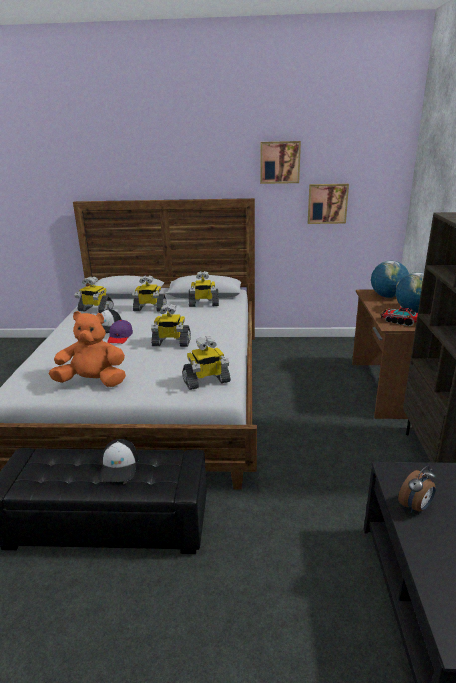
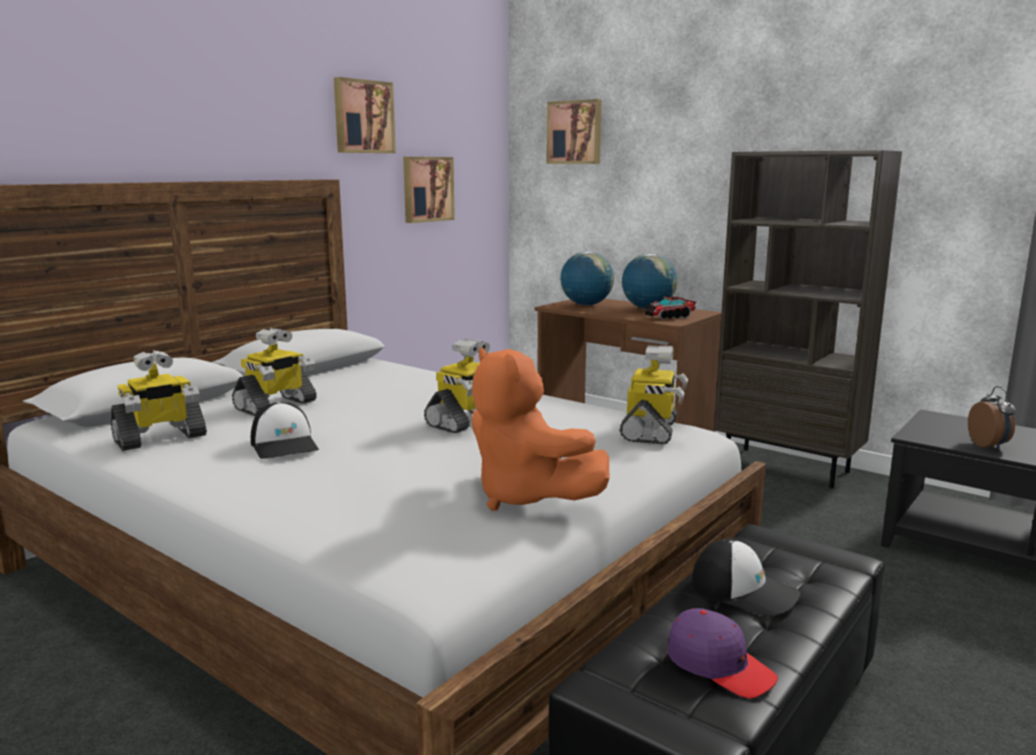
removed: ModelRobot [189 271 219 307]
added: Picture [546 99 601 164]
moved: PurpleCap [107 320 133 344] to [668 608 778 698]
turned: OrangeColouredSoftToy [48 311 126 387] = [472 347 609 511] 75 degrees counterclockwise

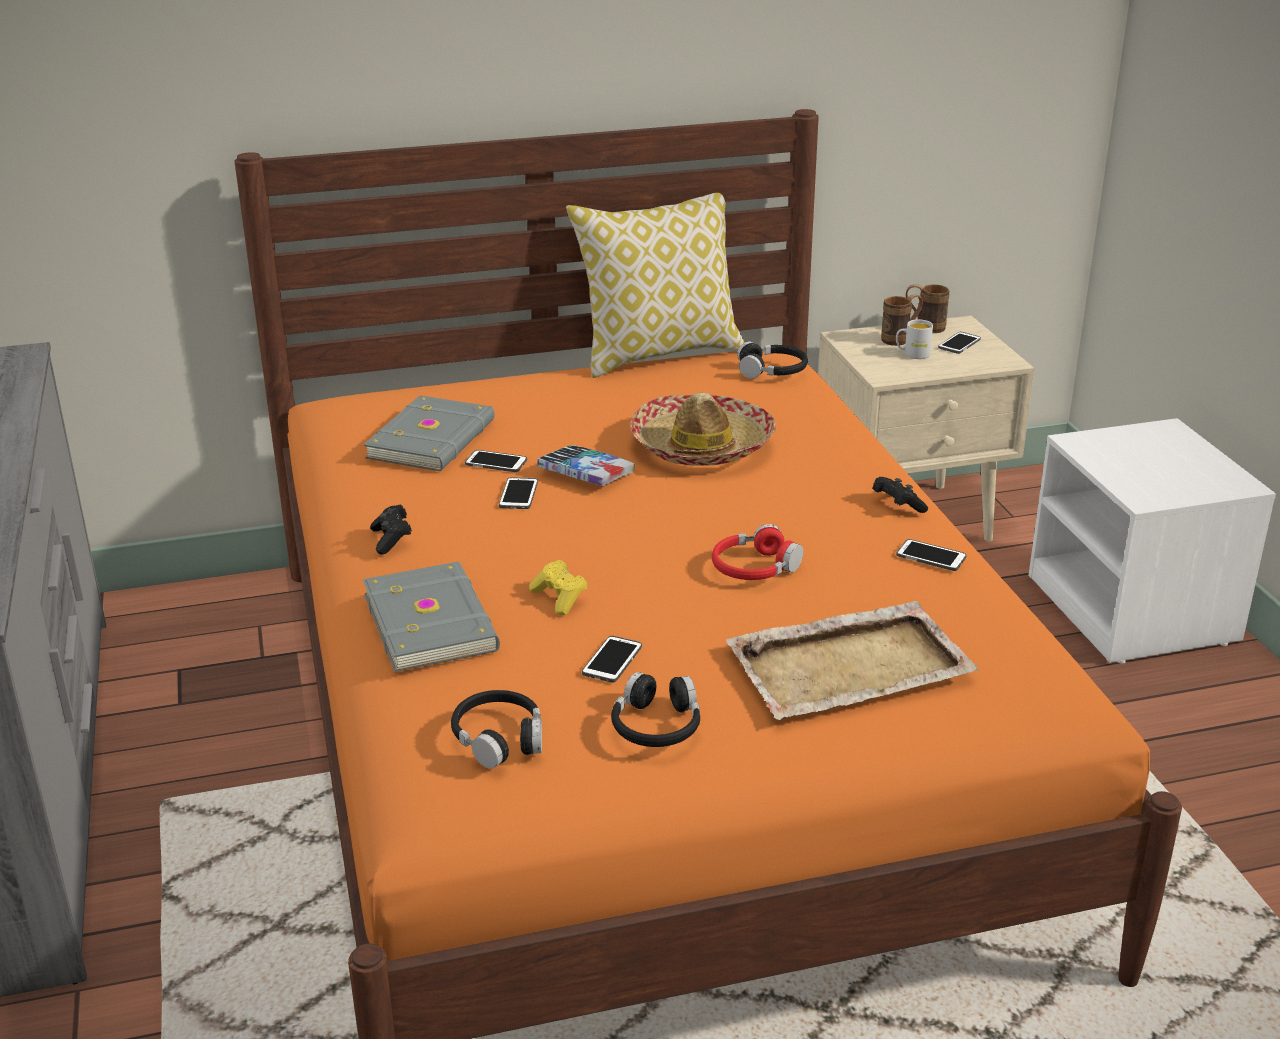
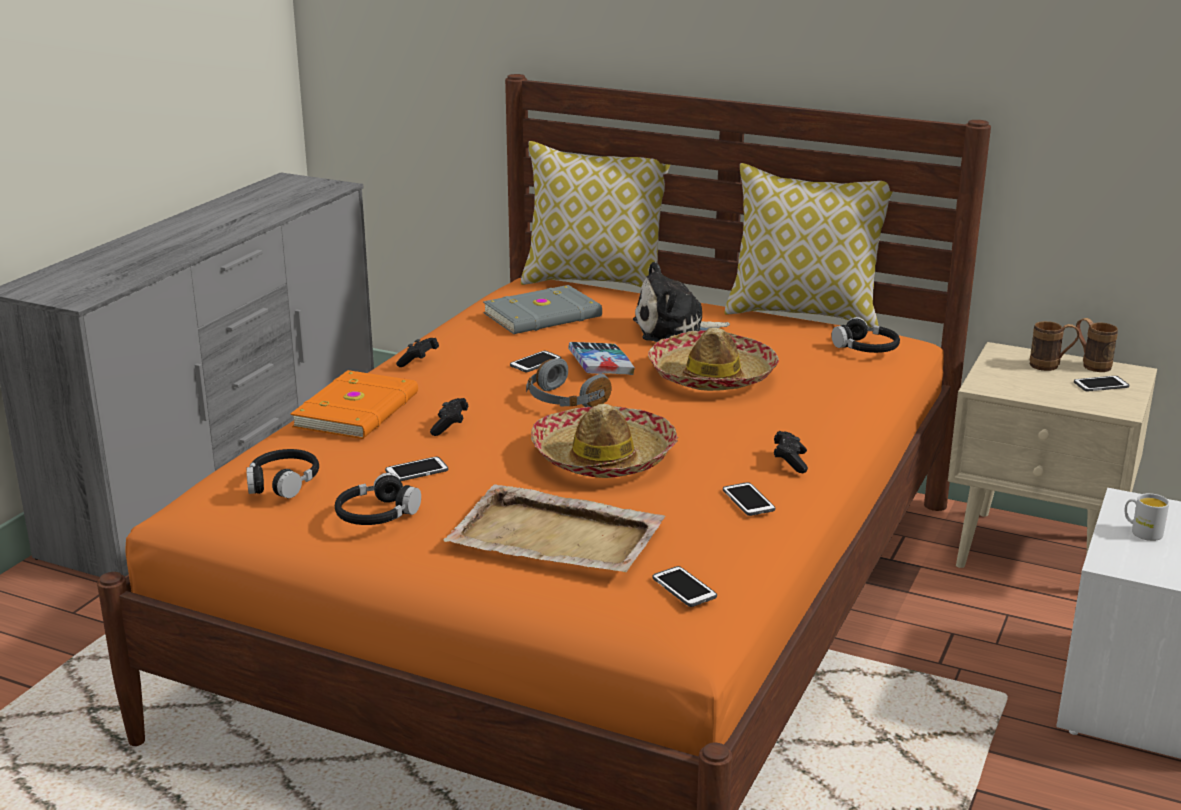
added: Pillow [521 141 670 287]; GreyishHeadphones [526 358 611 407]; SoftToy [633 261 730 342]
moved: Handset [465 450 527 472] to [652 566 717 607]; WhitishMug [896 319 933 359] to [1124 493 1169 541]
replaced: RedColouredHeadphones [712 524 803 580] to Hat [531 404 678 478]
recoloured: GreyishVolume [362 562 500 672] to OrangeColouredVolume [290 370 418 439]; YellowColouredGameController [529 560 588 616] to BlackishGameController [430 398 468 436]

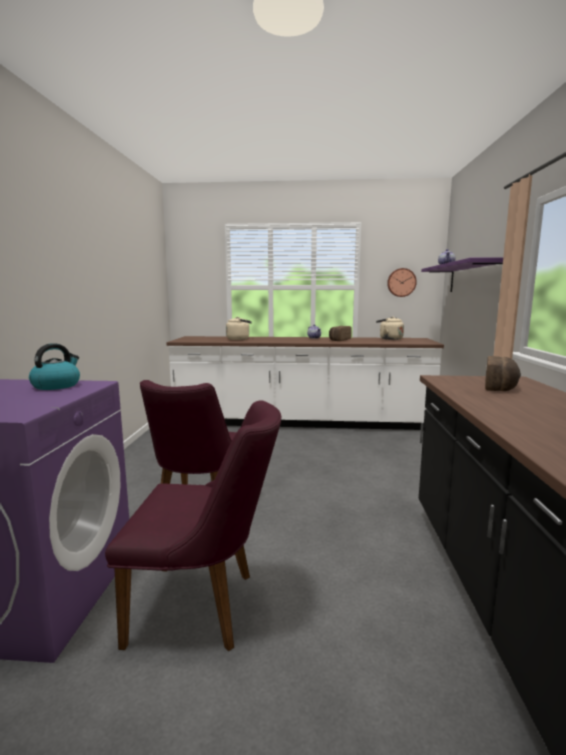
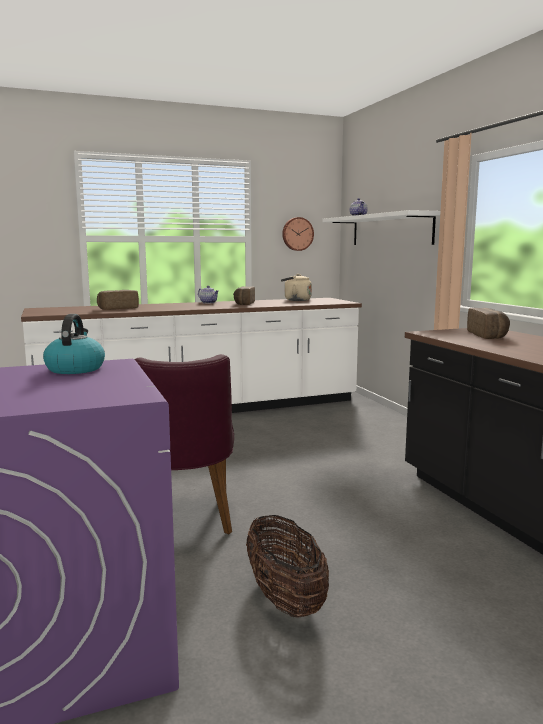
replaced: PurplePlainChair [105 400 281 651] to StorageBasket [246 515 329 618]; SandColouredKettle [226 317 252 340] to Bread [97 290 139 310]
recoloured: PurpleBracketShelf [421 257 503 292] to WhitishBracketShelf [322 210 440 245]

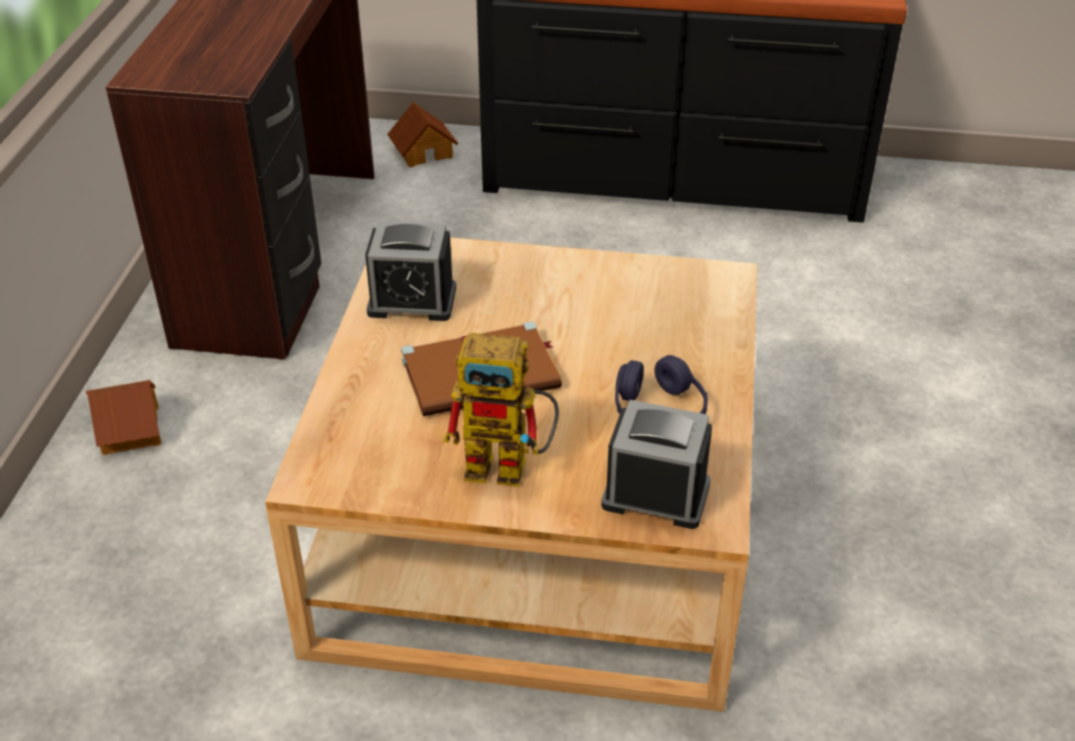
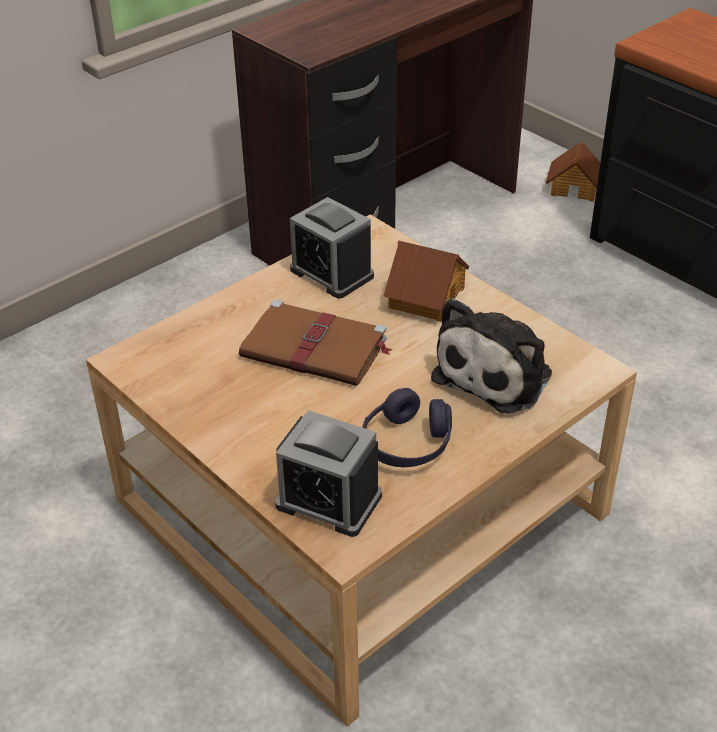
removed: ModelRobot [443 333 559 487]
added: SoftToy [431 298 552 414]
moved: ToyHouse [86 380 161 455] to [383 240 469 322]
turned: BedsideClock [601 400 712 529] = [275 410 382 537] 150 degrees clockwise

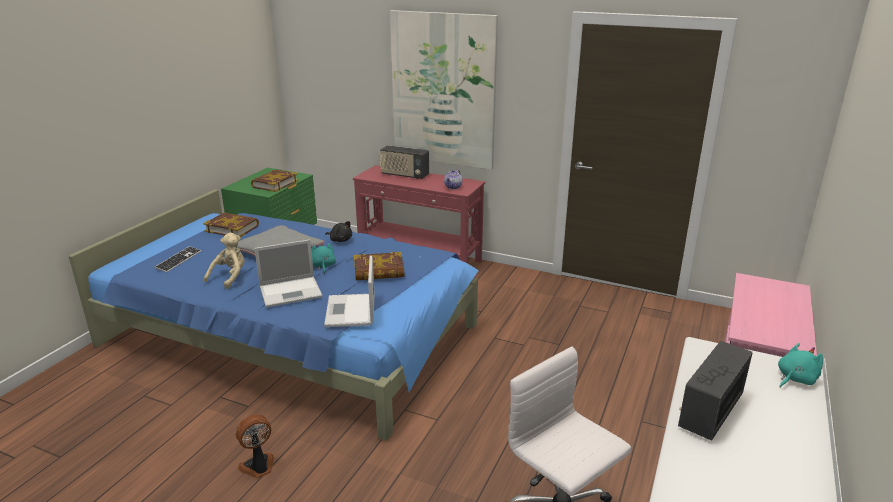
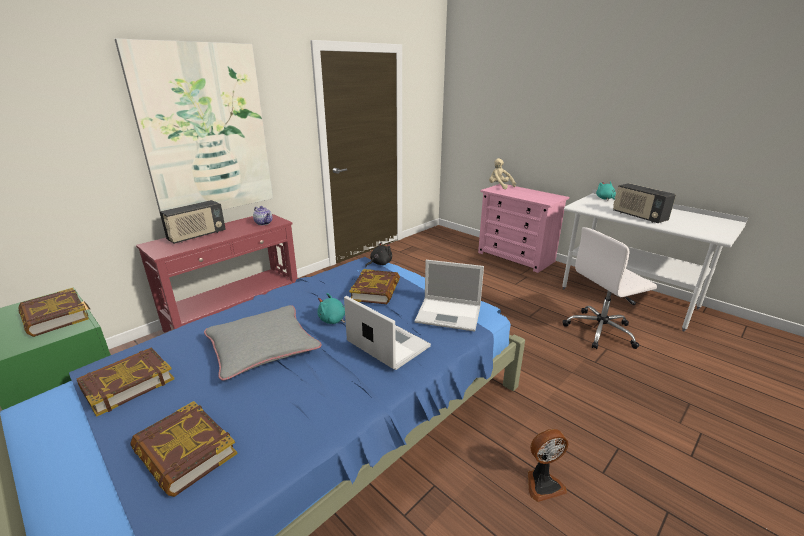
moved: SandColouredSoftToy [204 233 245 289] to [489 158 516 190]; BlackishSoftToy [325 221 352 242] to [365 242 392 267]
replaced: ComputerKeyboard [154 246 201 272] to Volume [130 401 238 497]
turned: ElectricFan [236 415 274 478] = [528 429 568 502] 90 degrees counterclockwise; PortableComputer [254 240 323 307] = [344 296 431 370] 45 degrees counterclockwise

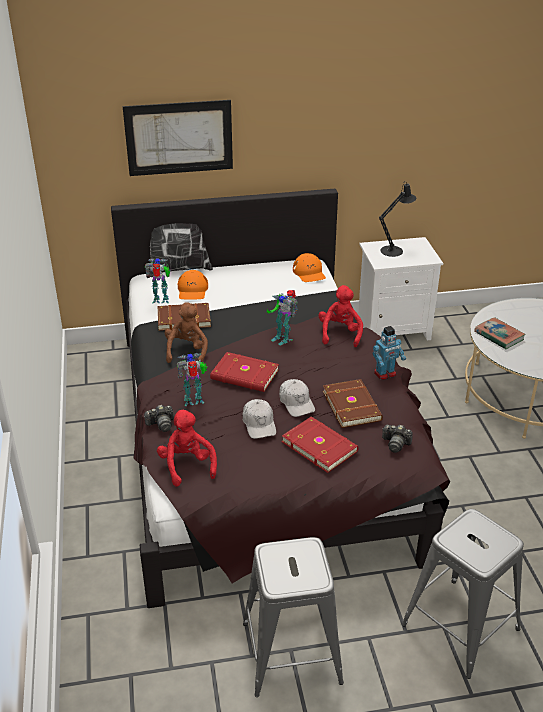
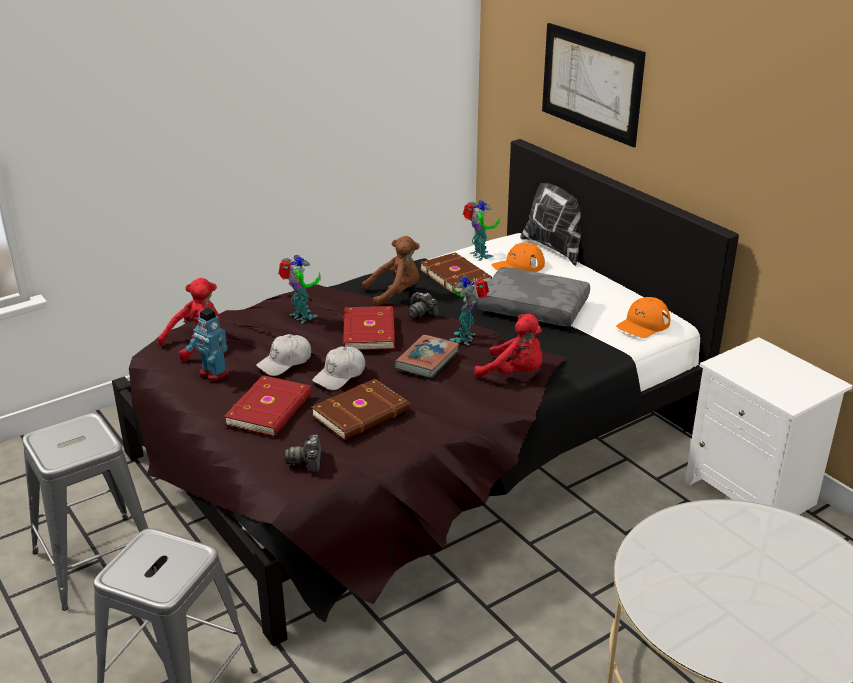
removed: BlackishTableLamp [379 181 416 257]
added: GreyishPillow [477 267 590 327]
moved: PhotoCamera [144 405 174 432] to [407 292 439 319]; ModelRobot [373 326 406 380] to [185 308 229 382]; Volume [474 317 526 350] to [394 335 460 378]
turned: RedColouredSoftToy [319 285 363 347] = [474 314 542 378] 45 degrees clockwise

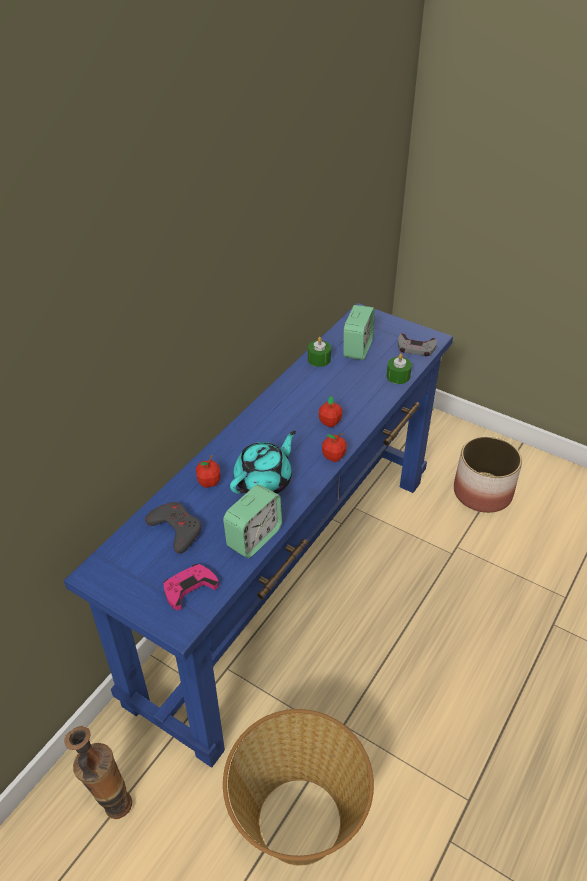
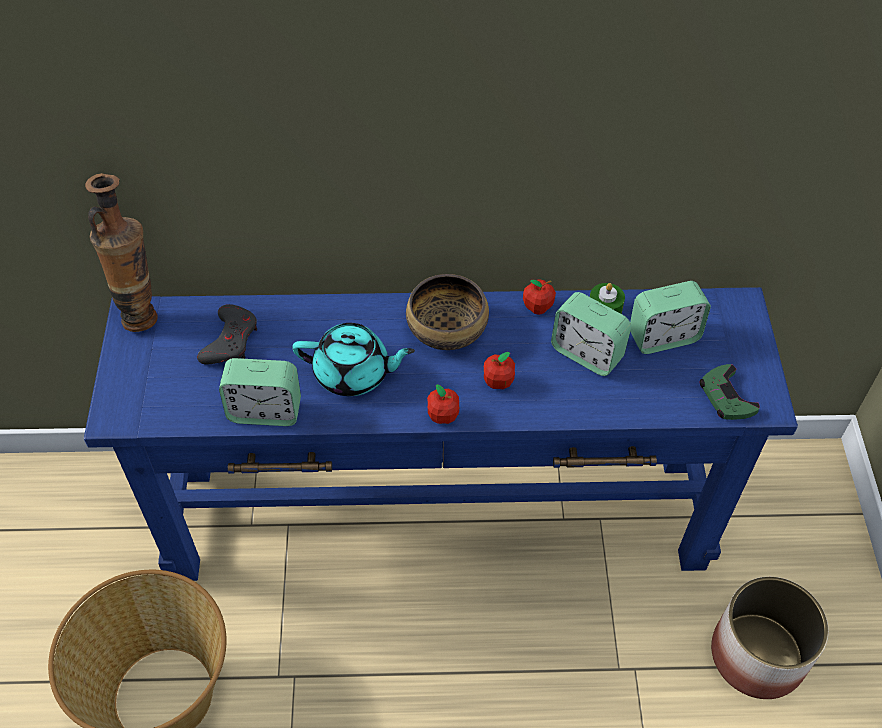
removed: PinkGameController [163 564 219 610]; GreenColouredCandle [386 353 412 384]
added: DeepDish [406 274 489 350]; BedsideClock [551 292 631 376]
moved: DecorativeVase [64 726 132 819] to [85 173 158 332]; WholeApple [196 455 221 488] to [523 279 556 315]
recoloured: GreyishGameController [398 333 437 356] to GreenColouredGameController [700 364 760 420]

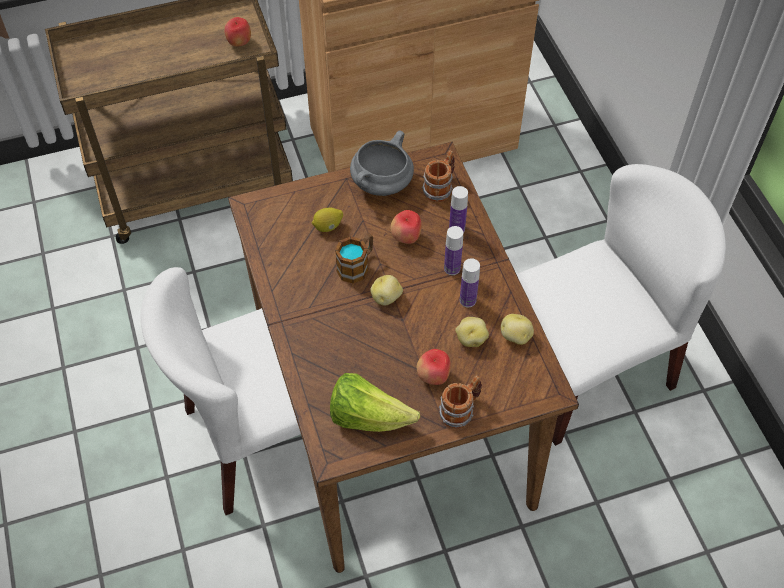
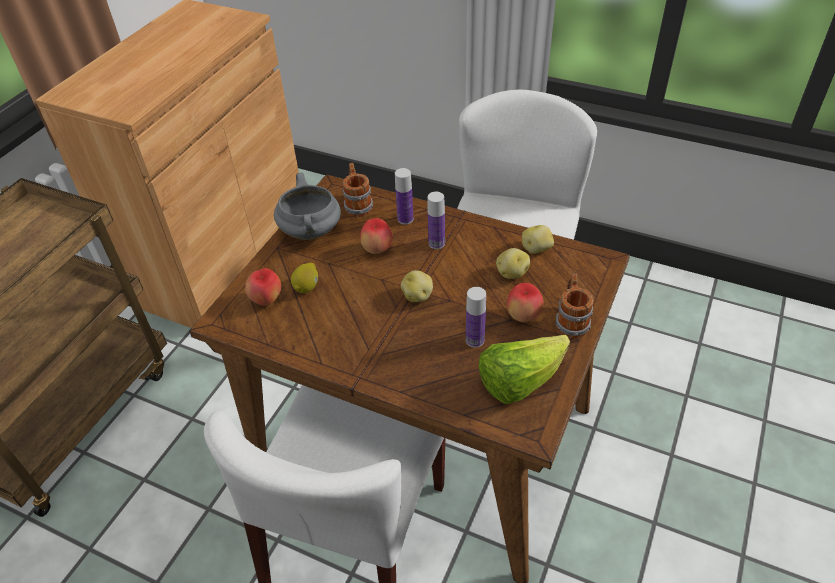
removed: Mug [335 234 373 284]
moved: WholeApple [224 17 251 47] to [245 268 281 306]; Bottle [460 258 480 307] to [466 287 486 348]

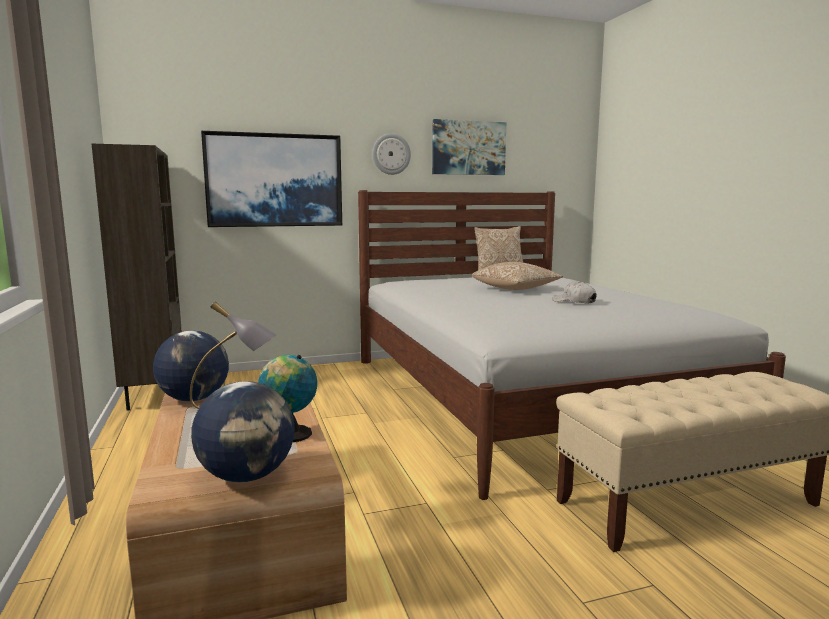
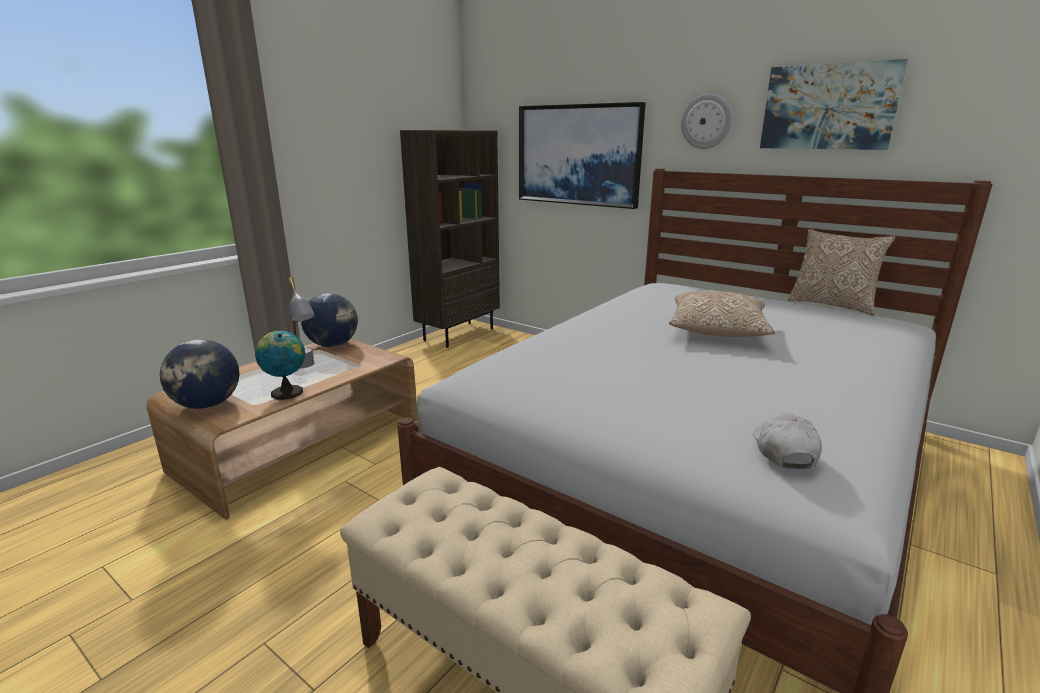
moved: WhitishCap [552 281 597 304] to [753 413 822 469]

